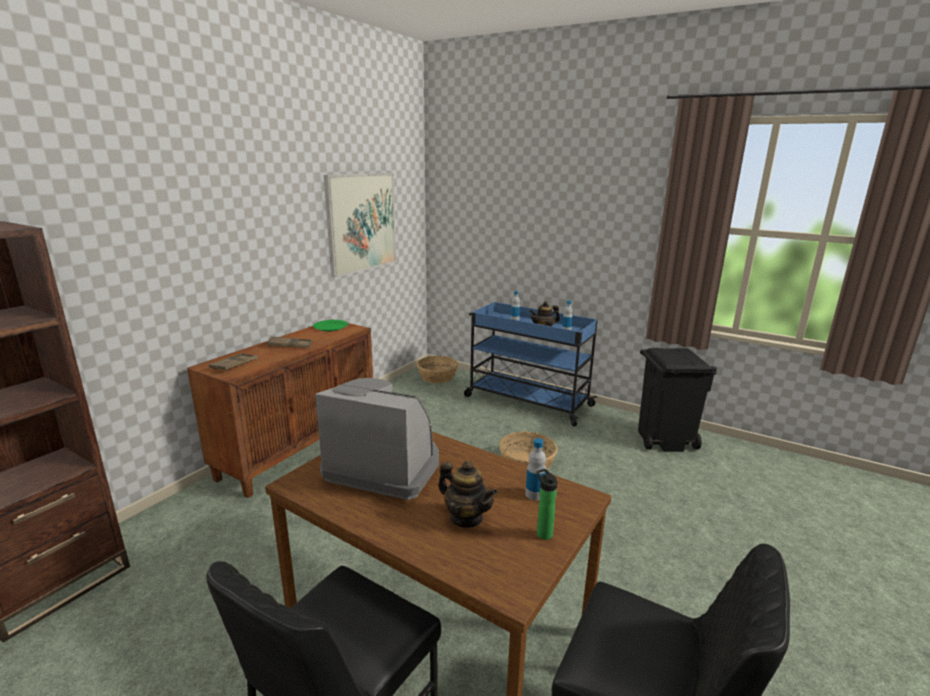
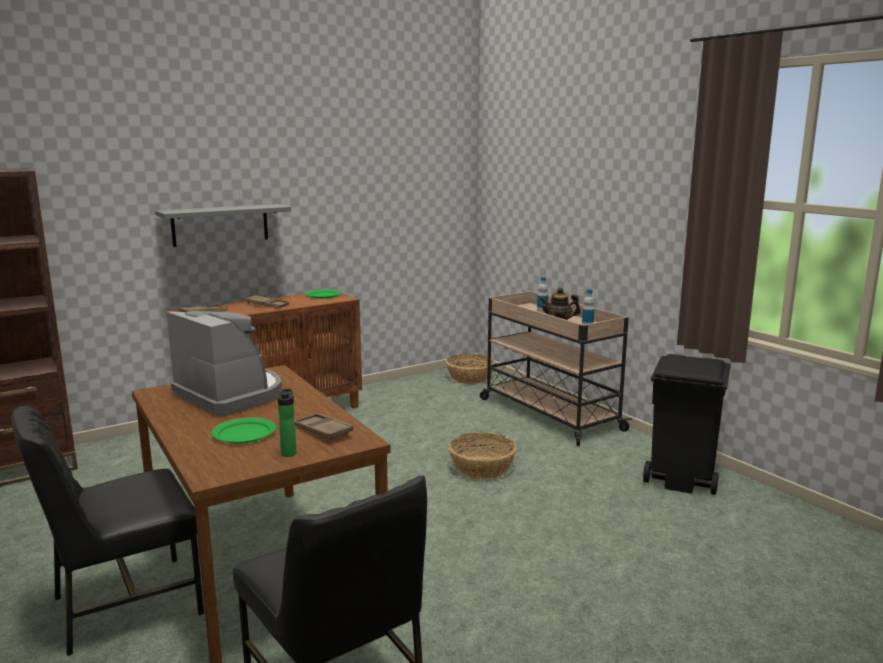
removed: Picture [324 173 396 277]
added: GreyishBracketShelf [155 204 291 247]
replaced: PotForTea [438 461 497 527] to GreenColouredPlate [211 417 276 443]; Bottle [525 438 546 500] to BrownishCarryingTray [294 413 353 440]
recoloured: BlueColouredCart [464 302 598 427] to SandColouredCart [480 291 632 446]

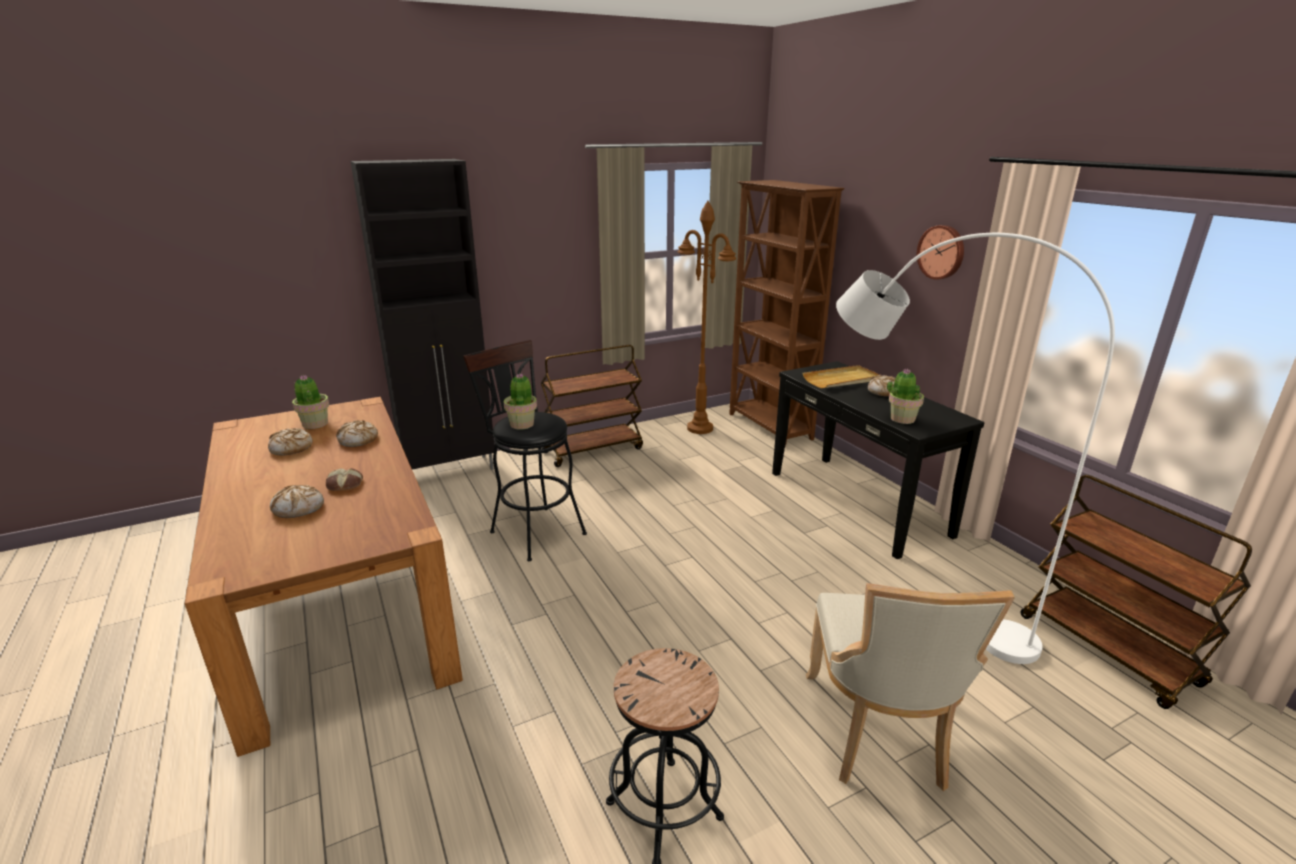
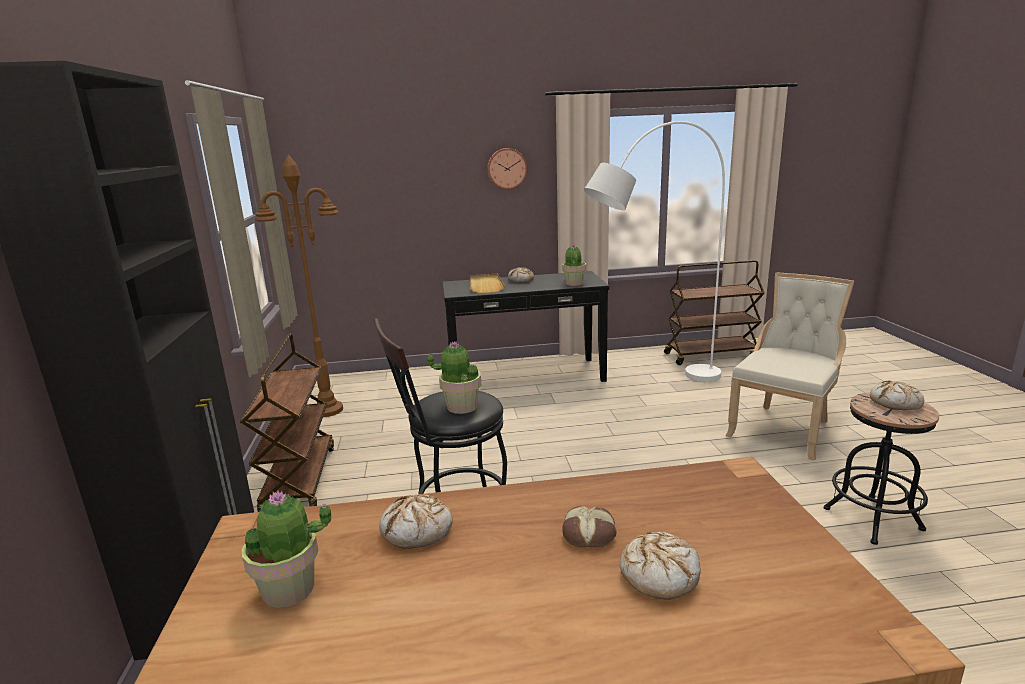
removed: BrownishBookshelf [729 180 845 446]
moved: Bread [268 428 313 455] to [870 380 925 410]
turned: SandColouredPlainChair [806 583 1015 791] = [726 273 854 461] 75 degrees counterclockwise

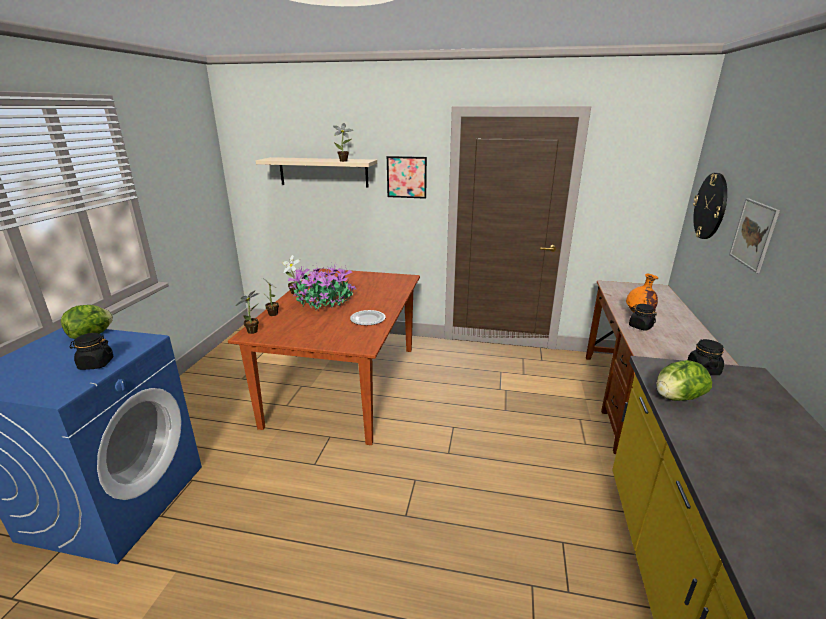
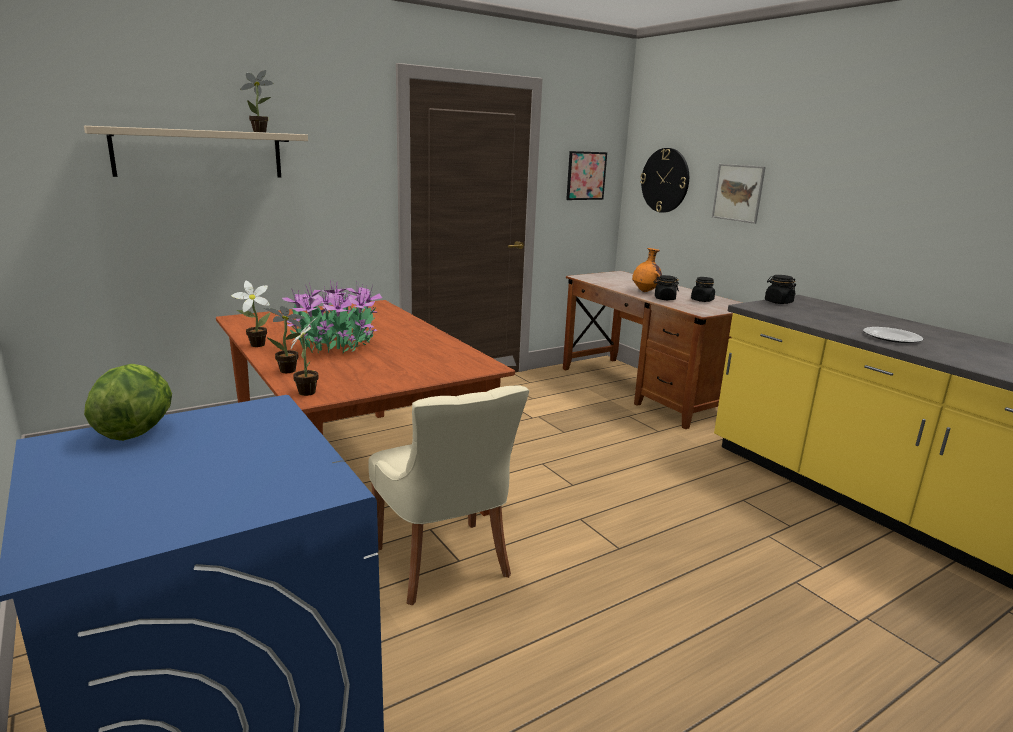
removed: LettuceHead [656 360 712 401]
added: SandColouredPlainChair [368 385 529 605]
moved: BlackishStorageJar [70 333 114 370] to [691 277 715 302]; Plate [350 310 386 325] to [863 327 923 343]; Picture [387 156 427 199] to [566 151 607 200]

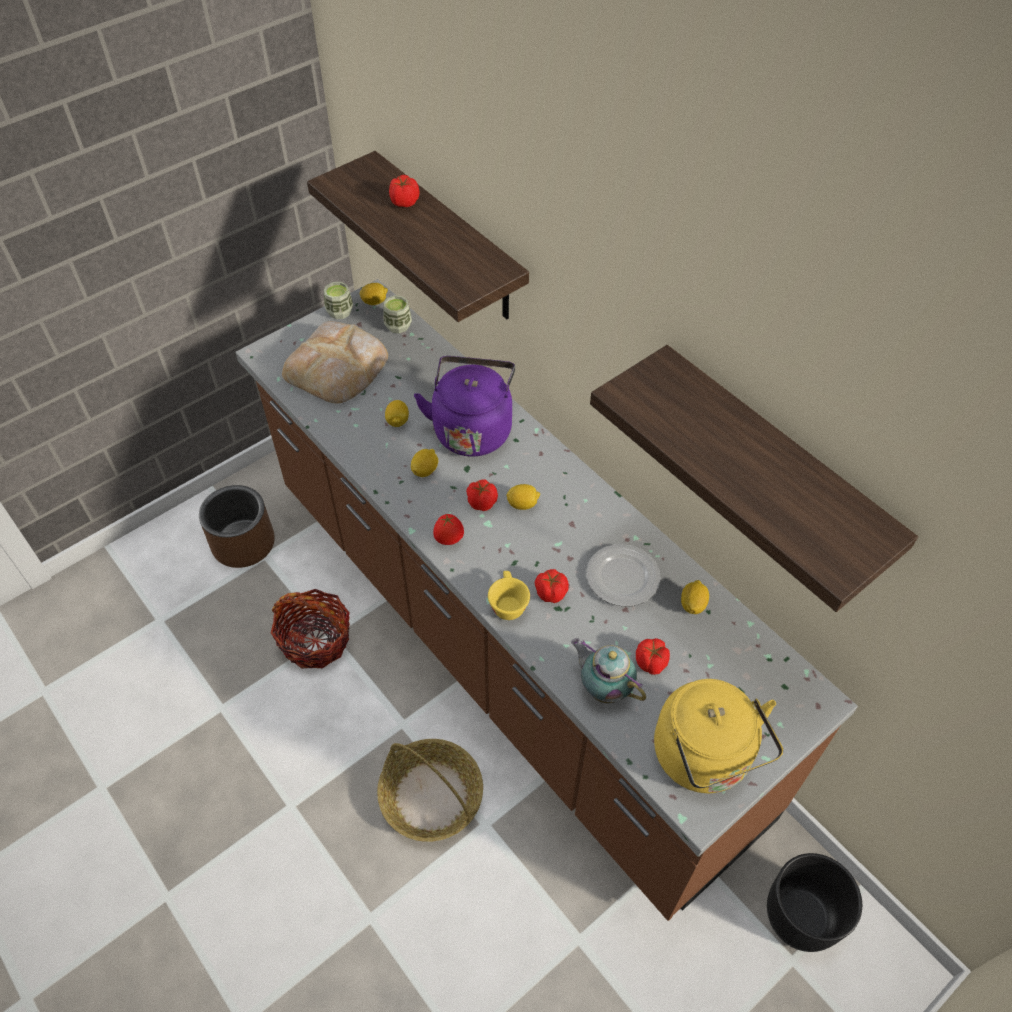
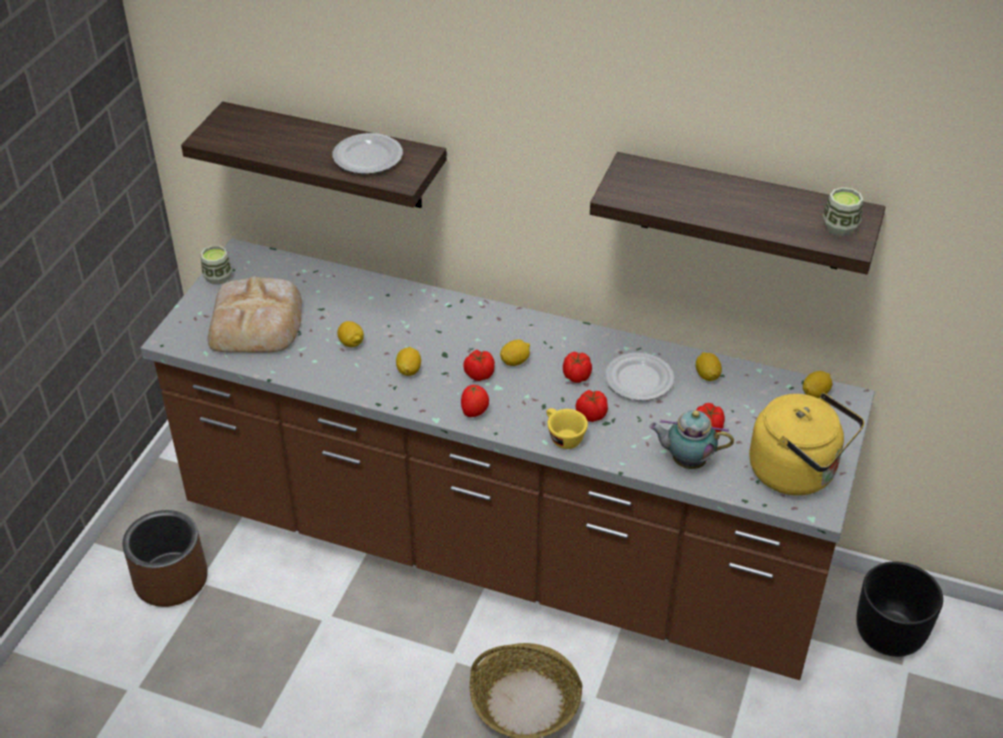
removed: StorageBasket [271 589 350 669]; PurpleKettle [414 356 515 457]
added: Plate [332 133 403 174]
moved: Lemon [359 283 388 305] to [803 371 832 398]; SmallCup [383 295 412 333] to [823 187 863 236]; WholeTomato [389 175 419 207] to [563 352 592 383]

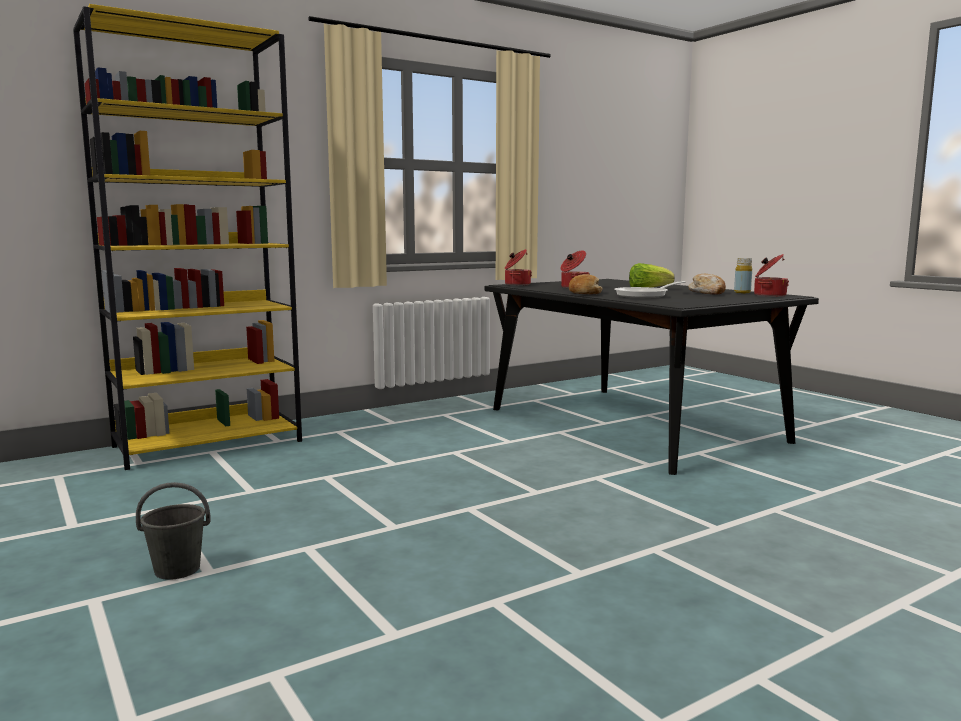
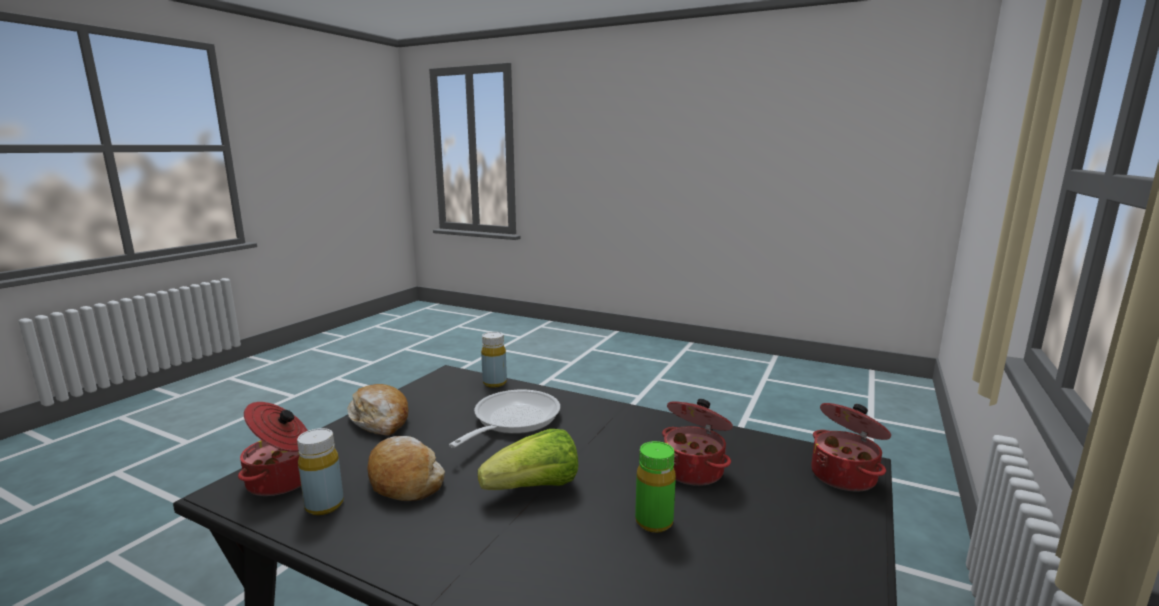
removed: YellowColouredBookshelf [73 4 302 470]; GreyishPail [136 482 211 580]
added: YellowColouredBottle [481 332 507 388]; GreenColouredBottle [635 441 676 533]
moved: Bread [569 274 603 294] to [347 384 408 436]

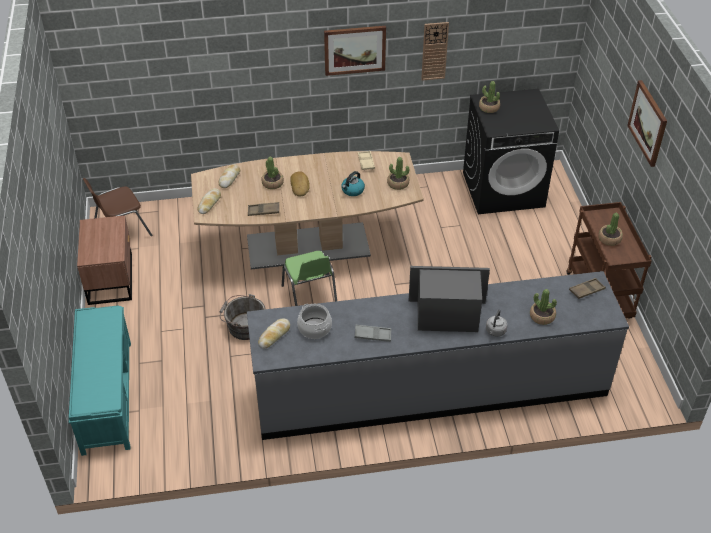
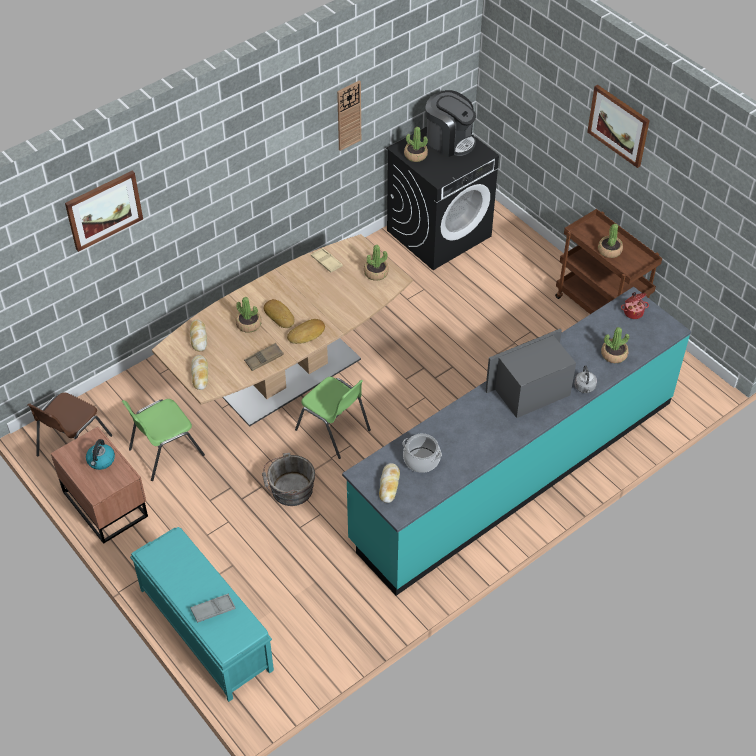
added: GreenColouredPlainChair [122 399 205 481]; Bread [287 319 325 344]; CoffeeBrewer [425 90 476 157]
moved: Picture [324 26 386 76] to [65 171 143 252]; Kettle [341 171 365 196] to [86 439 115 470]; GreyishCarryingTray [355 325 391 342] to [190 594 235 623]
replaced: BrownishCarryingTray [569 278 606 299] to Stockpot [621 292 649 319]
recoloured: GreyishCounter [247 271 629 440] to TurquoiseColouredCounter [342 287 691 596]

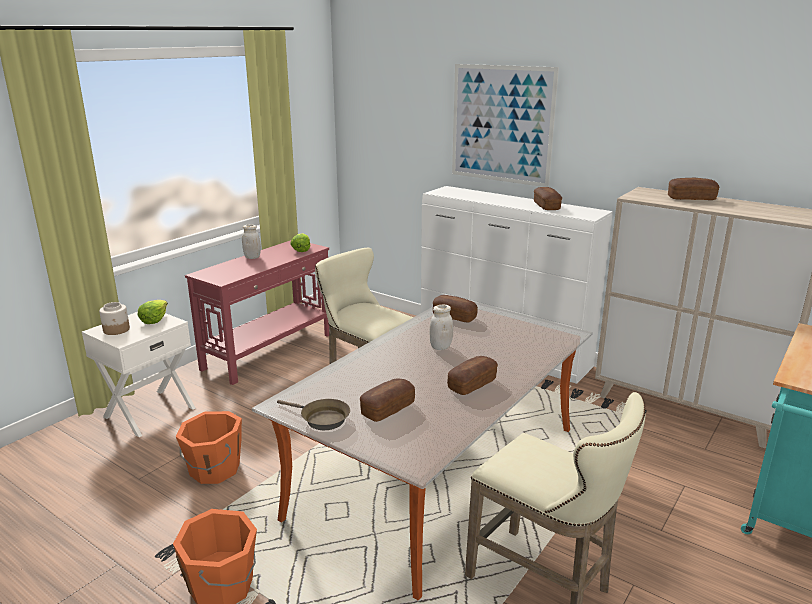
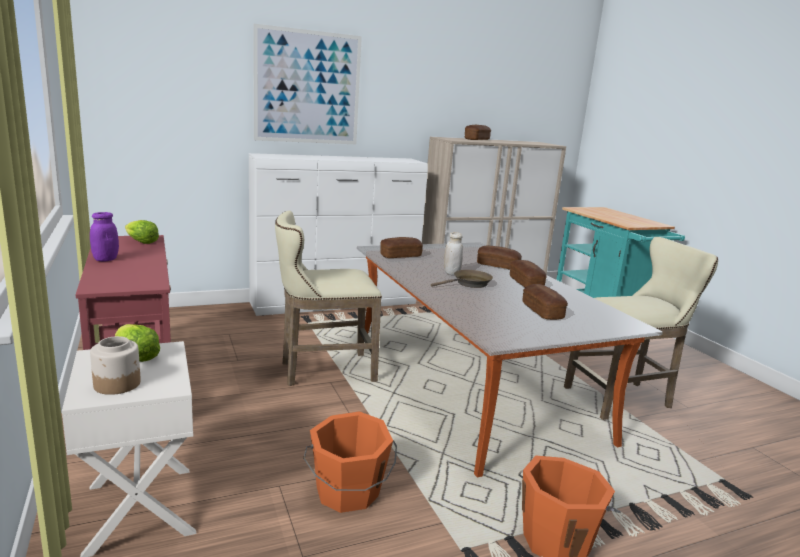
moved: BrownishSkillet [277 399 350 430] to [431 270 493 288]; Bread [534 187 562 210] to [477 245 522 270]
recoloured: WhitishStorageJar [242 224 261 259] to PurpleStorageJar [90 212 119 261]

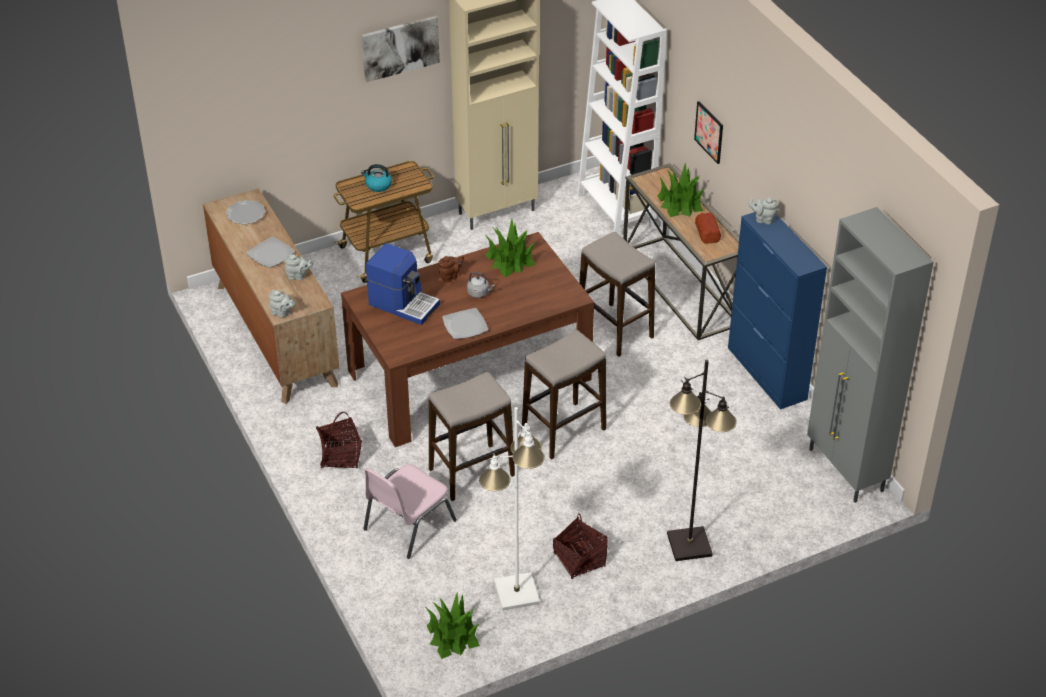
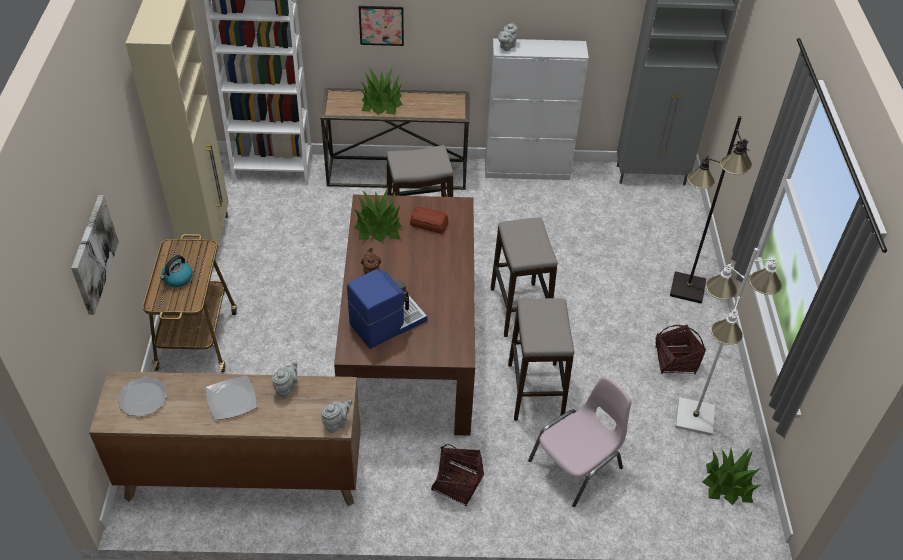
removed: Plate [442 308 489 339]; GreyishKettle [467 272 495 298]
moved: Picture [362 16 440 82] to [71 195 119 315]; Bread [695 213 721 244] to [410 207 448 233]
recoloured: BlueColouredStorageCabinet [728 212 827 410] to WhitishStorageCabinet [485 39 589 180]
turned: PinkPlainChair [363 464 457 559] = [528 376 632 507] 105 degrees counterclockwise

